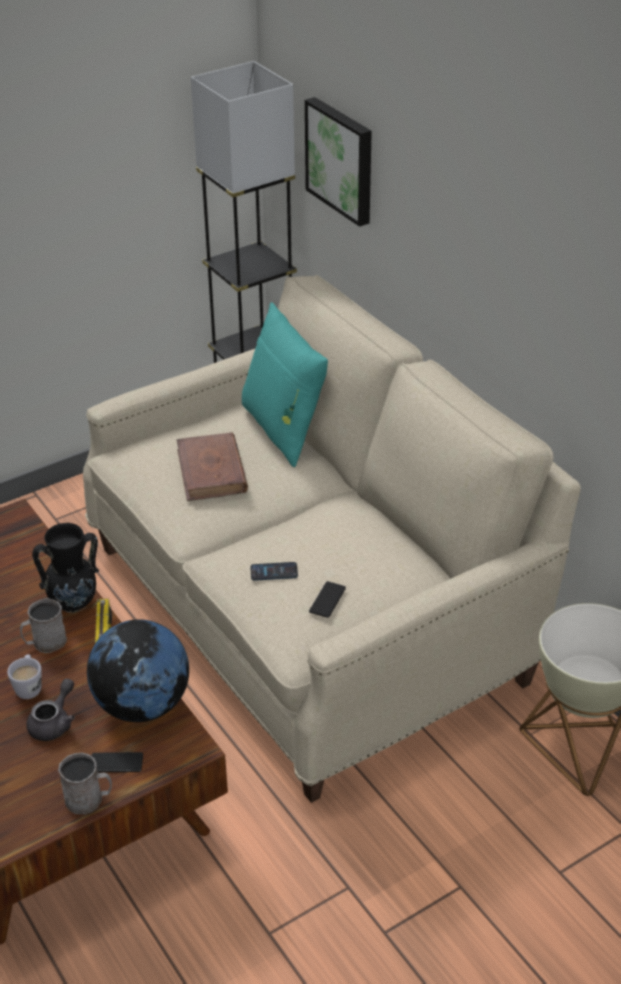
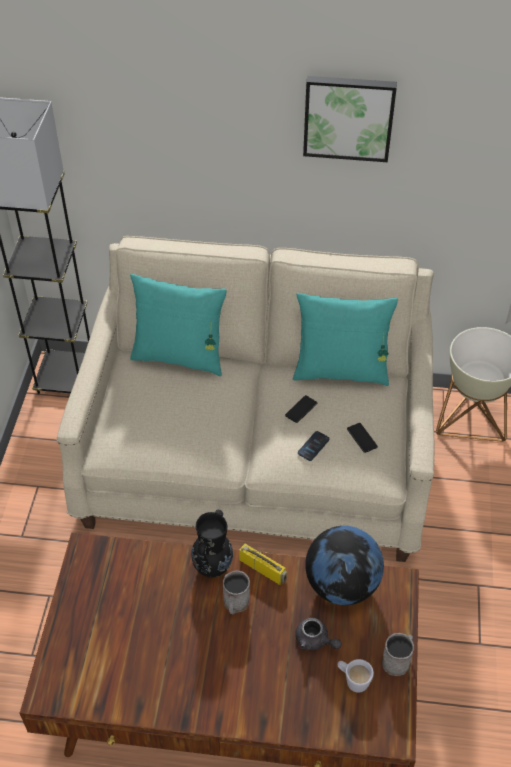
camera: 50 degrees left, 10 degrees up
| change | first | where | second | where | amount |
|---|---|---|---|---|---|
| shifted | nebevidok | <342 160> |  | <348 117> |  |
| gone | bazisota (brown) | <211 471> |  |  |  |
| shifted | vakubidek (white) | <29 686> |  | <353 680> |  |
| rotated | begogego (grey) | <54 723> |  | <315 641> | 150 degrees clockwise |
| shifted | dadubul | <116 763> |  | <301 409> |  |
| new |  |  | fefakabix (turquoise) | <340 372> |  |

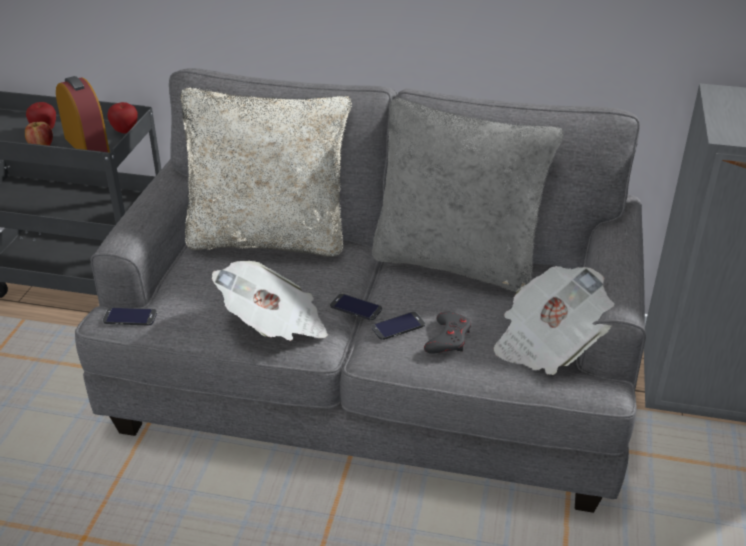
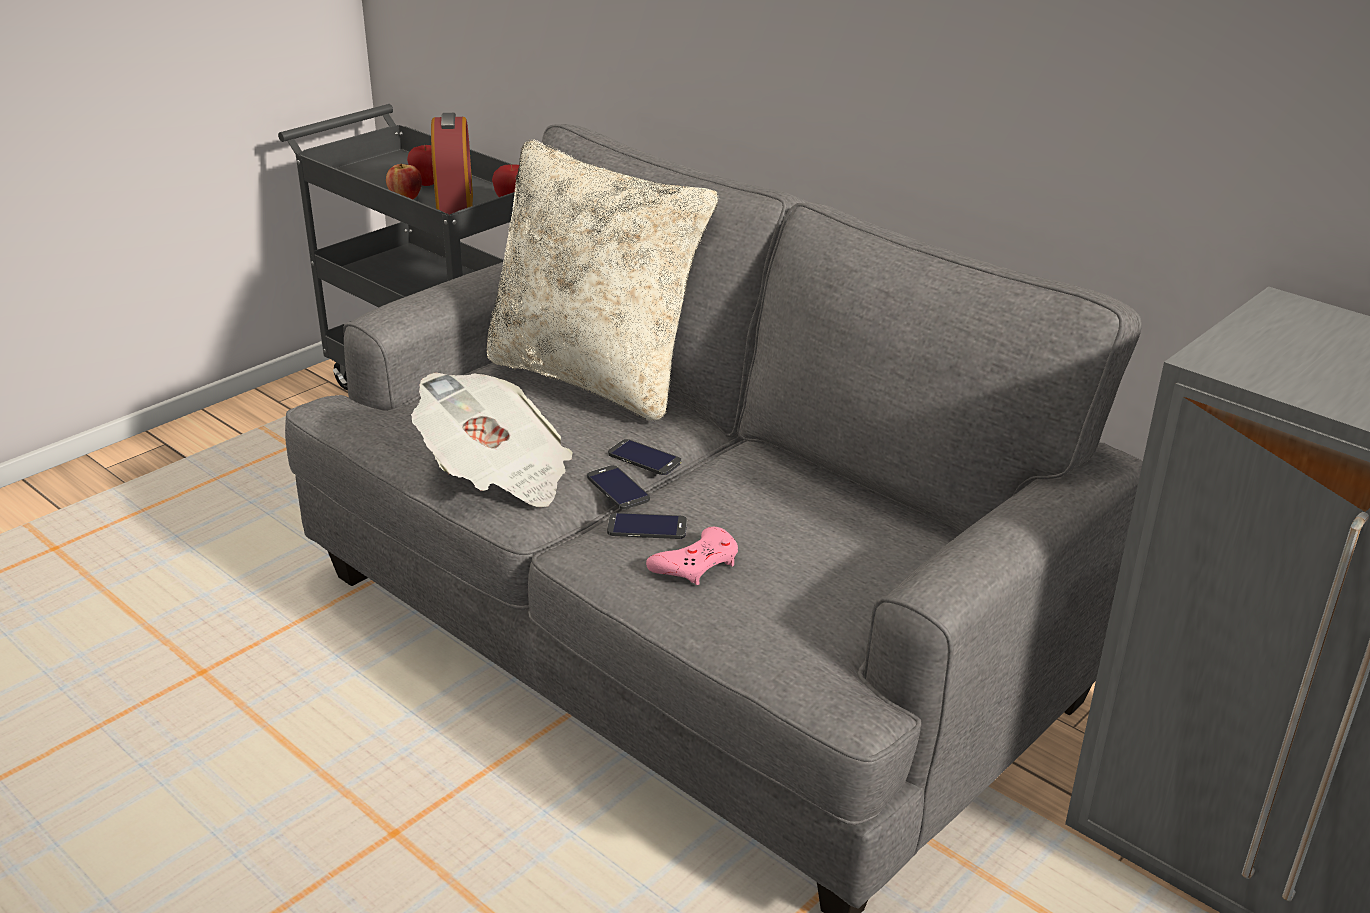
camera: 30 degrees right, 5 degrees down
| change | first | where | second | where | amount |
|---|---|---|---|---|---|
| gone | fefakabix (grey) | <456 266> |  |  |  |
| gone | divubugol | <547 342> |  |  |  |
| shifted | dadubul | <130 317> |  | <644 458> |  |
| repainted | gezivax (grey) | <448 338> | gezivax (pink) | <697 563> |  |

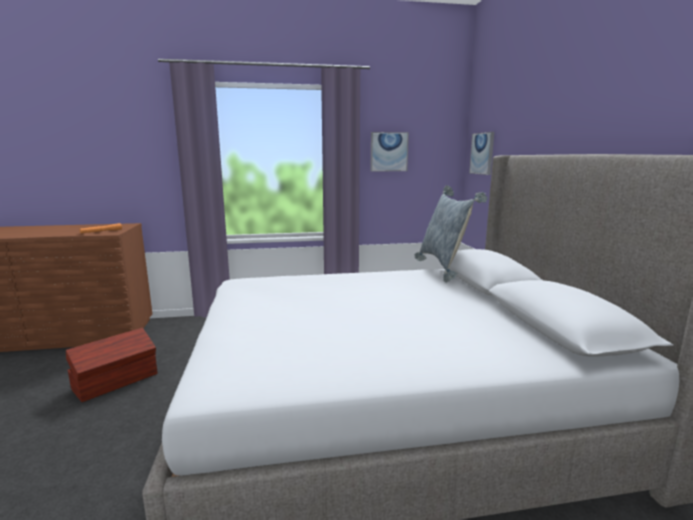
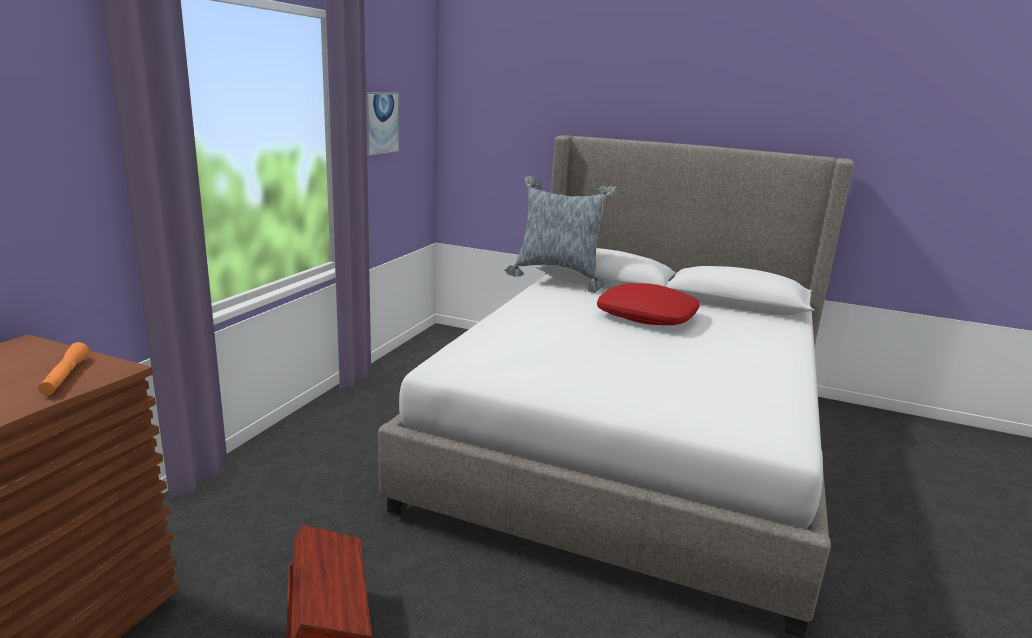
camera: 60 degrees left, 5 degrees up
| change | first | where | second | where | amount |
|---|---|---|---|---|---|
| gone | nebevidok | <482 153> |  |  |  |
| new |  |  | fefakabix (red) | <647 316> |  |

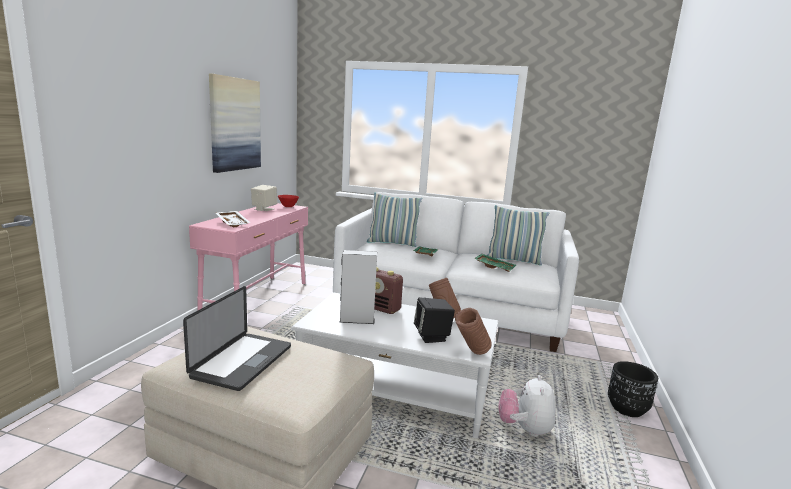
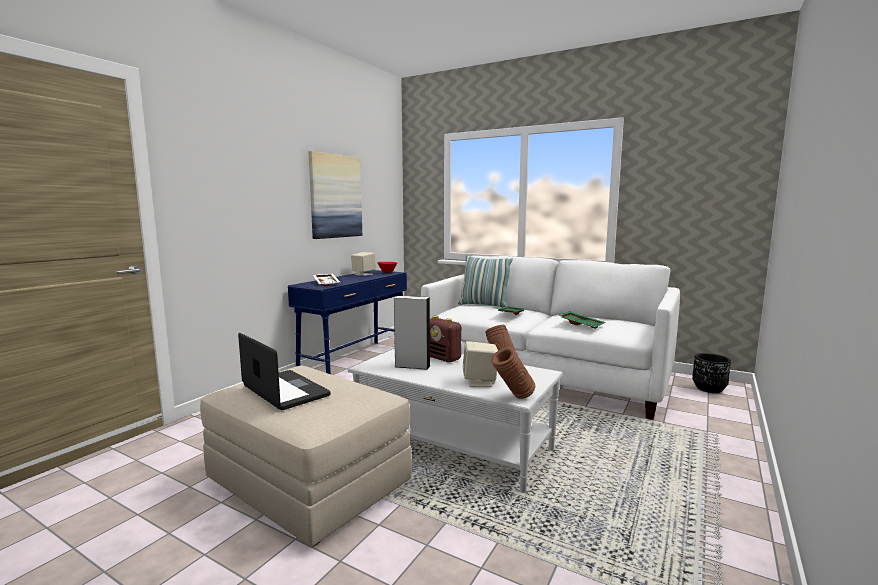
camera: 15 degrees right, 5 degrees down
| change | first | where | second | where | amount |
|---|---|---|---|---|---|
| repainted | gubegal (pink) | <258 300> | gubegal (blue) | <356 360> |  |
| gone | fefakabix | <513 260> |  |  |  |
| rotated | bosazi | <243 362> |  | <285 391> | 75 degrees counterclockwise |
| repainted | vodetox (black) | <432 336> | vodetox (beige) | <480 382> |  |
| shifted | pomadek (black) | <627 408> |  | <709 389> |  |
| gone | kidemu | <524 429> |  |  |  |

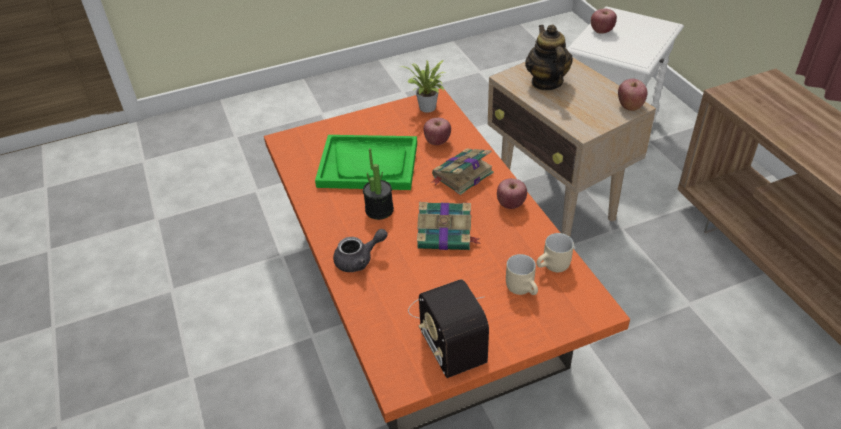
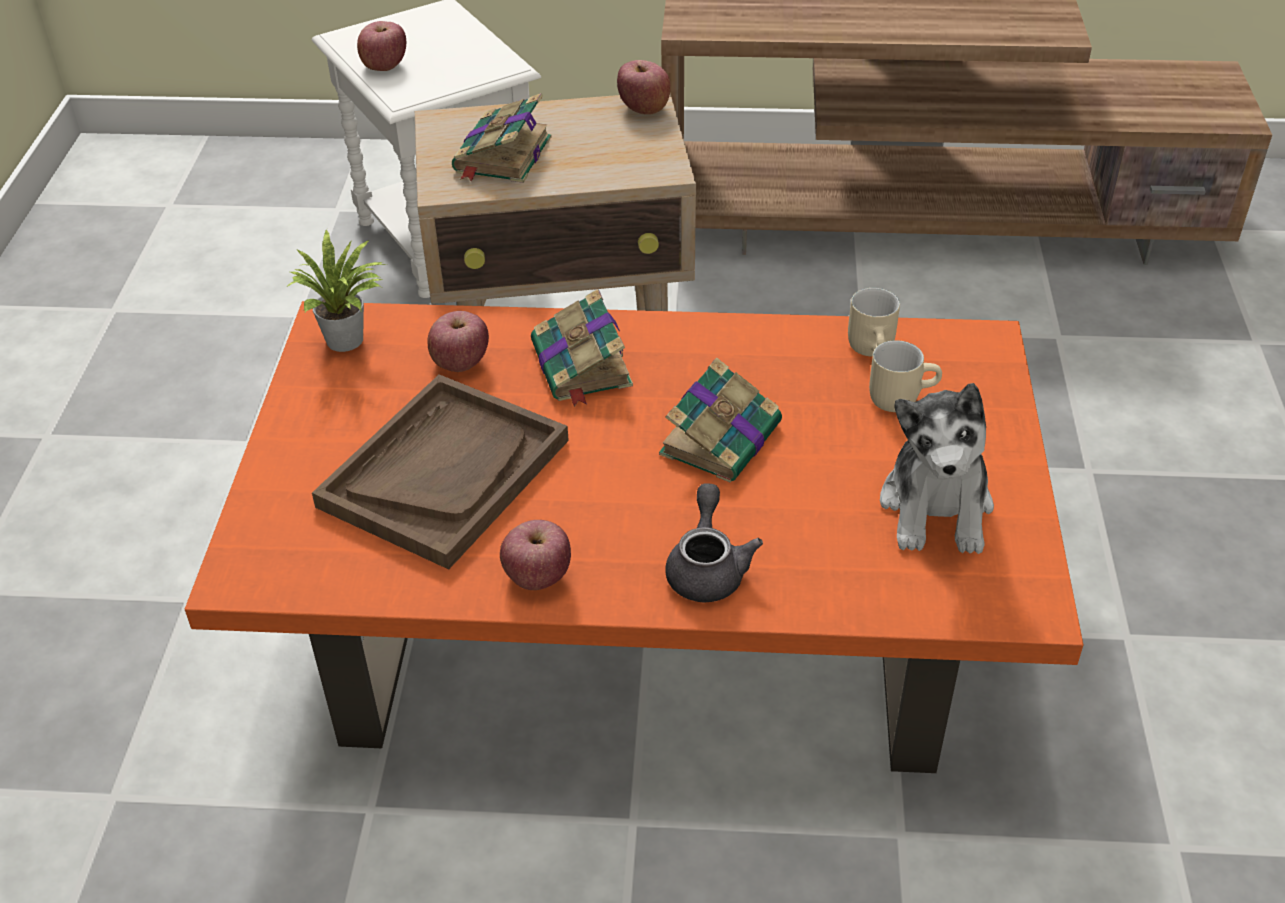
camera: 65 degrees left, 0 degrees up
| change | first | where | second | where | amount |
|---|---|---|---|---|---|
| swapped | begogego | <546 82> | bazisota | <502 156> |  |
| repainted | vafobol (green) | <368 164> | vafobol (brown) | <444 472> |  |
| gone | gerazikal | <379 210> |  |  |  |
| shifted | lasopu | <511 204> |  | <537 576> |  |
| swapped | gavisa | <448 327> | kidemu | <937 507> |  |

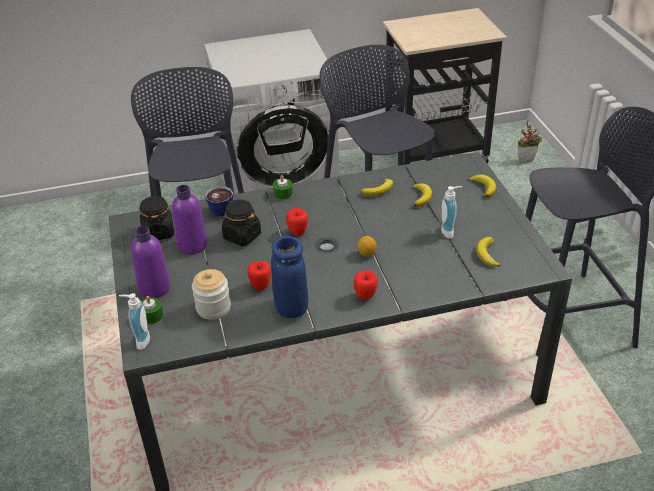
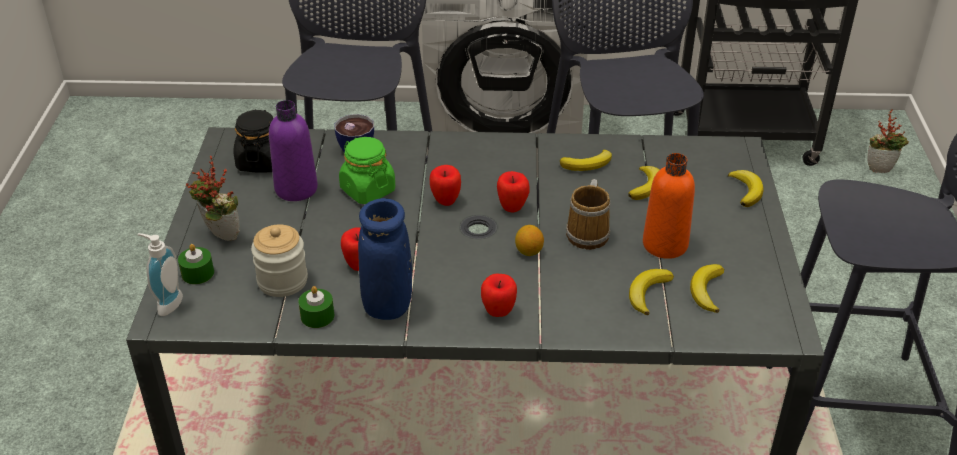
camera: 15 degrees right, 0 degrees up
| change | first | where | second | where | amount |
|---|---|---|---|---|---|
| shifted | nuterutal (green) | <283 194> |  | <317 316> |  |
| swapped | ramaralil | <449 231> | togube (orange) | <665 244> |  |
| repainted | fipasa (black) | <242 236> | fipasa (green) | <367 190> |  |
| swapped | togube (purple) | <154 288> | gerazikal | <219 236> |  |
| new |  |  | lasopu | <512 207> |  |
| new |  |  | vakubidek | <589 233> |  |
| new |  |  | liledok | <647 293> |  |

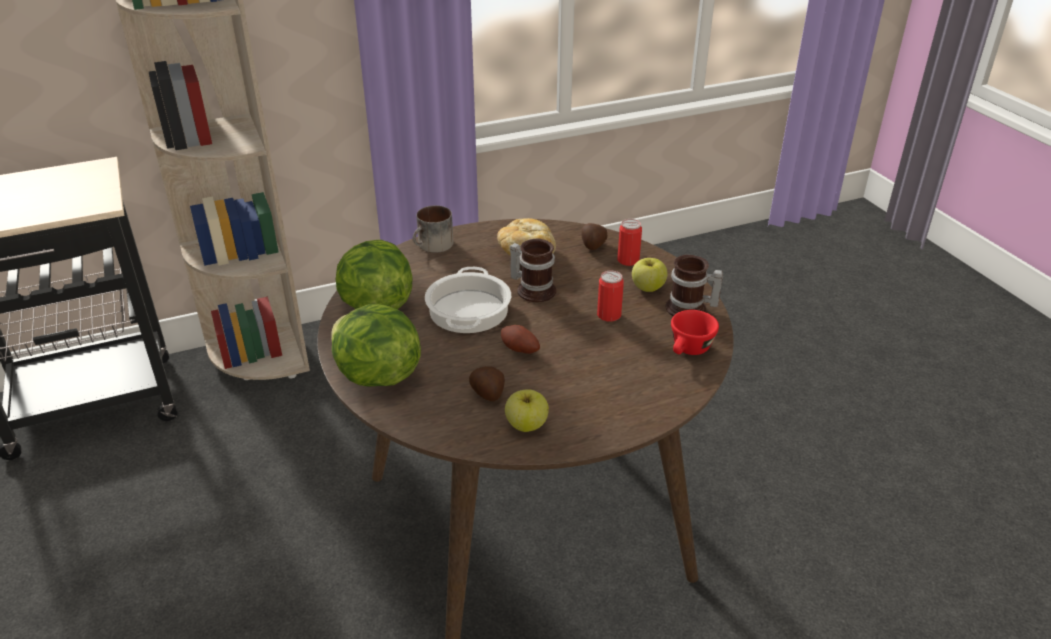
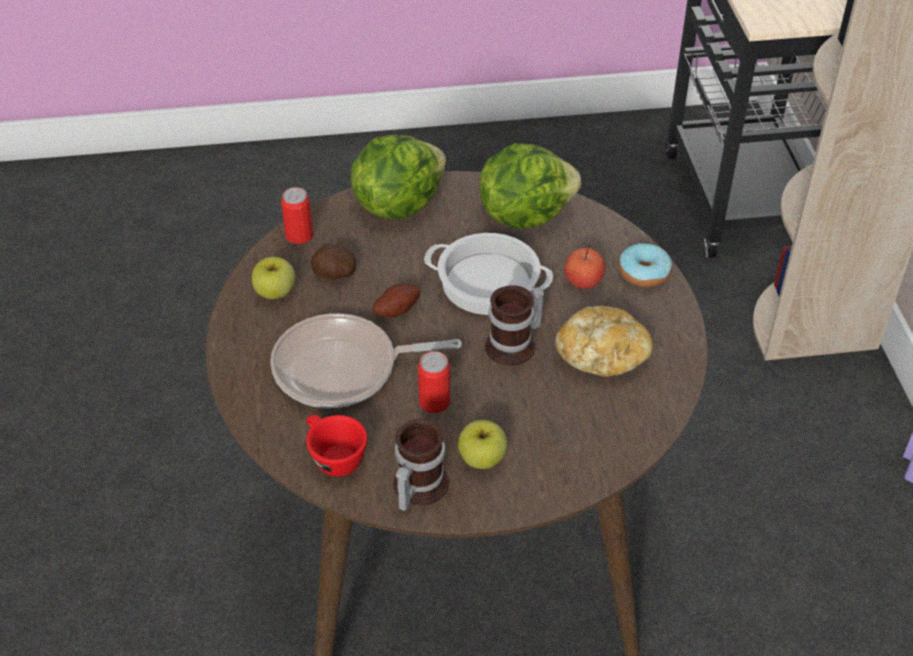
camera: 105 degrees right, 10 degrees up
| change | first | where | second | where | amount |
|---|---|---|---|---|---|
| swapped | vakubidek | <433 246> | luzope | <644 273> |  |
| shifted | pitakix | <628 260> |  | <299 235> |  |
| gone | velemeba | <593 246> |  |  |  |
| new |  |  | lasopu | <583 281> |  |
| new |  |  | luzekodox | <343 369> |  |

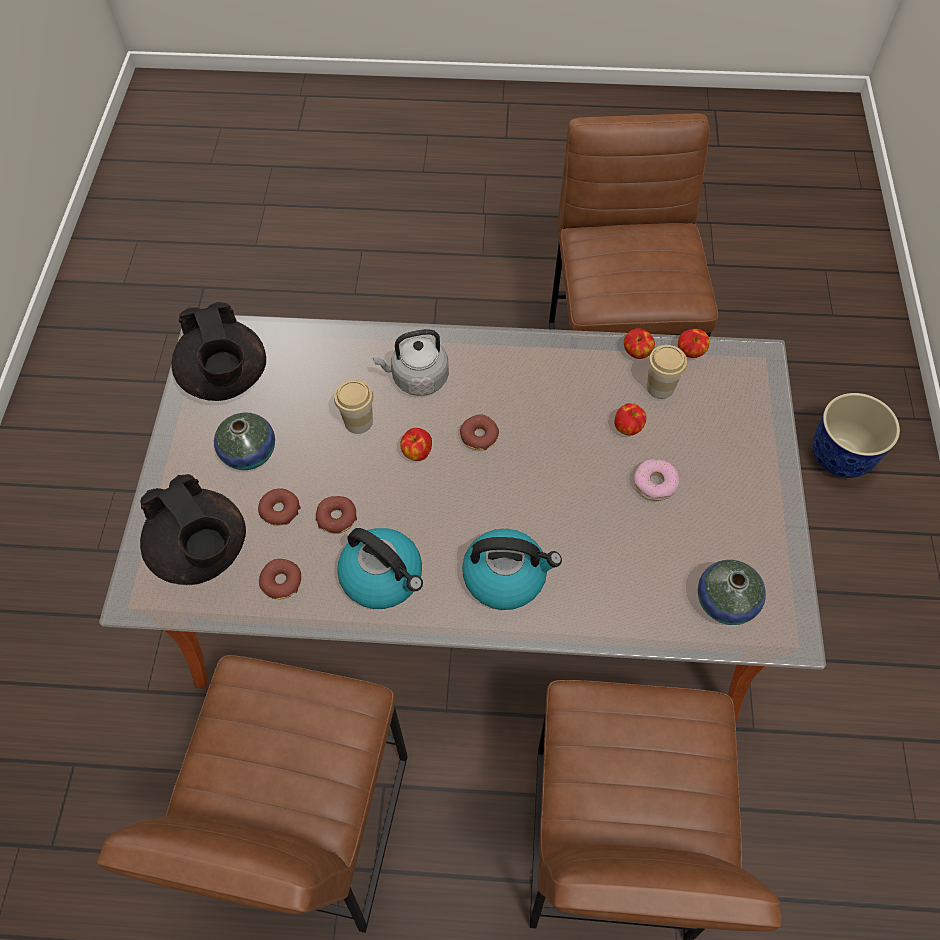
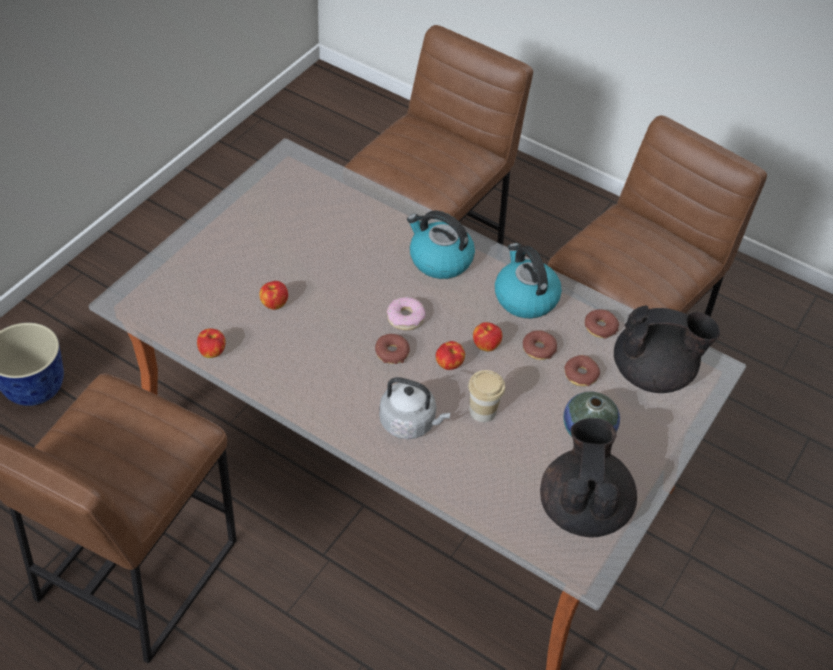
camera: 155 degrees left, 10 degrees down
| change | first | where | second | where | amount |
|---|---|---|---|---|---|
| shifted | lasopu | <690 352> |  | <486 345> |  |
| gone | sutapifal | <660 387> |  |  |  |
| shifted | luzope | <654 483> |  | <405 318> |  |
| rotated | begogego (black) | <203 552> |  | <653 373> | 105 degrees clockwise |
| gone | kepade | <725 601> |  |  |  |

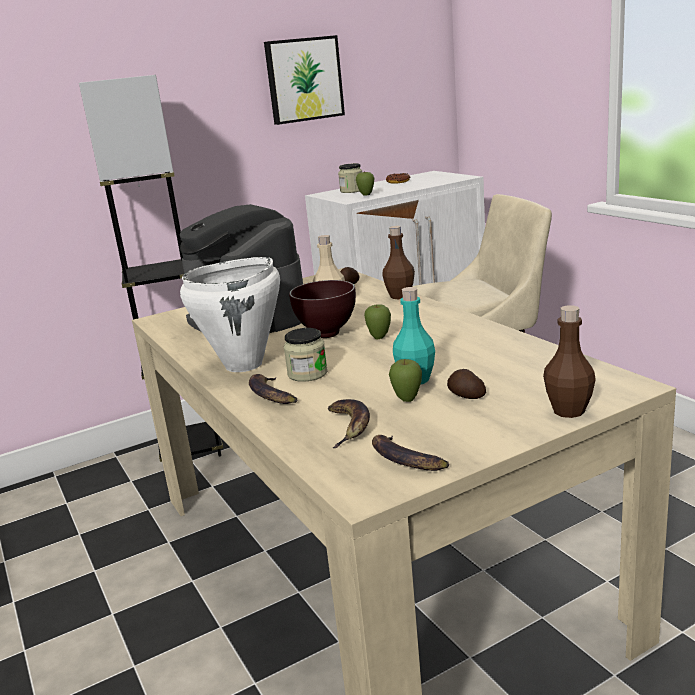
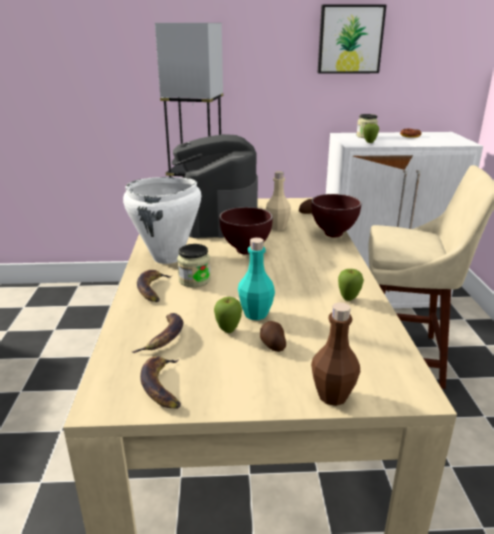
camera: 25 degrees right, 5 degrees up
| change | first | where | second | where | amount |
|---|---|---|---|---|---|
| swapped | togube (brown) | <400 296> | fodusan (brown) | <333 234> |  |
| shifted | lasopu | <379 338> |  | <348 299> |  |

